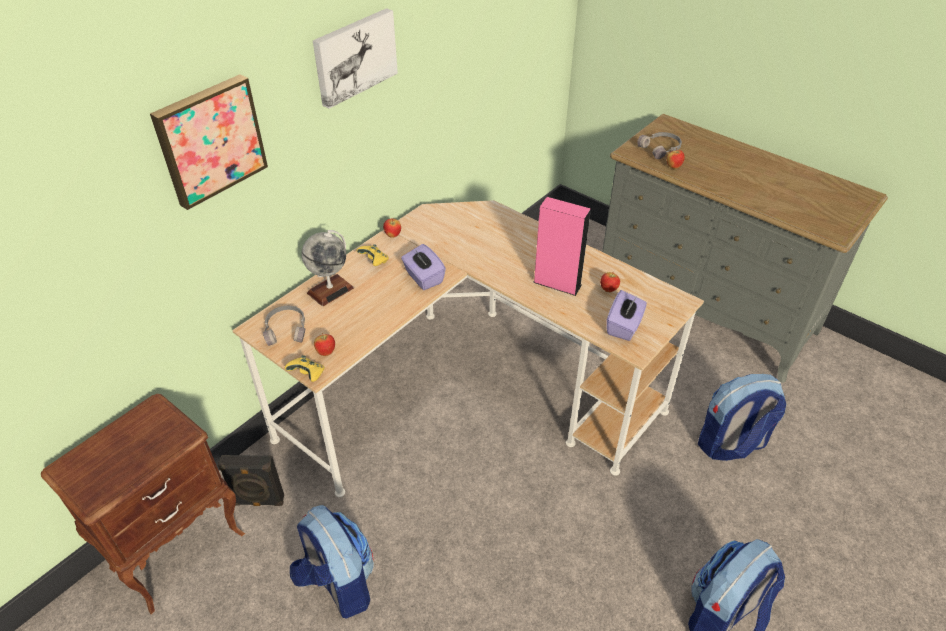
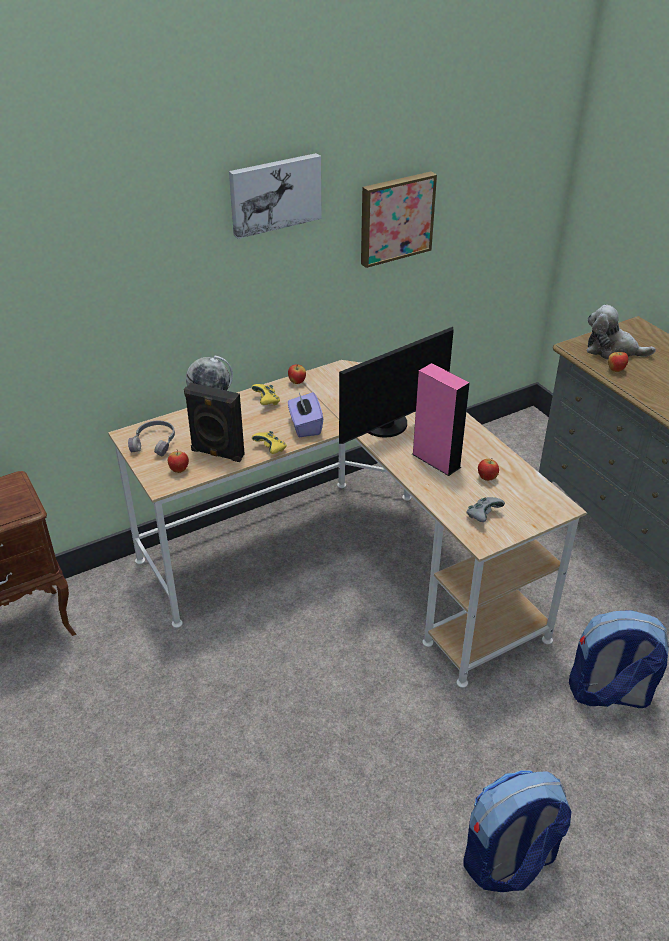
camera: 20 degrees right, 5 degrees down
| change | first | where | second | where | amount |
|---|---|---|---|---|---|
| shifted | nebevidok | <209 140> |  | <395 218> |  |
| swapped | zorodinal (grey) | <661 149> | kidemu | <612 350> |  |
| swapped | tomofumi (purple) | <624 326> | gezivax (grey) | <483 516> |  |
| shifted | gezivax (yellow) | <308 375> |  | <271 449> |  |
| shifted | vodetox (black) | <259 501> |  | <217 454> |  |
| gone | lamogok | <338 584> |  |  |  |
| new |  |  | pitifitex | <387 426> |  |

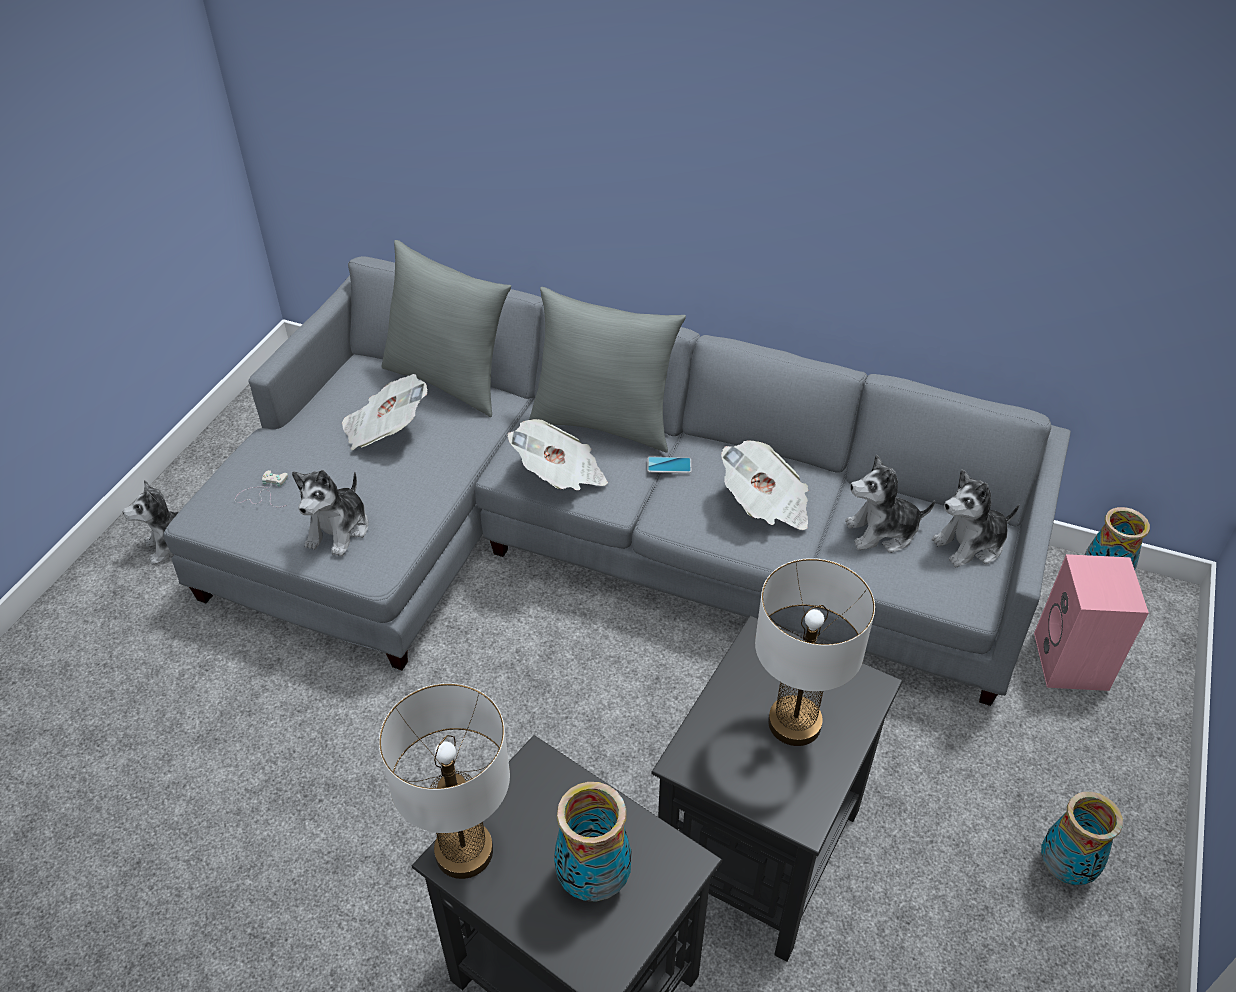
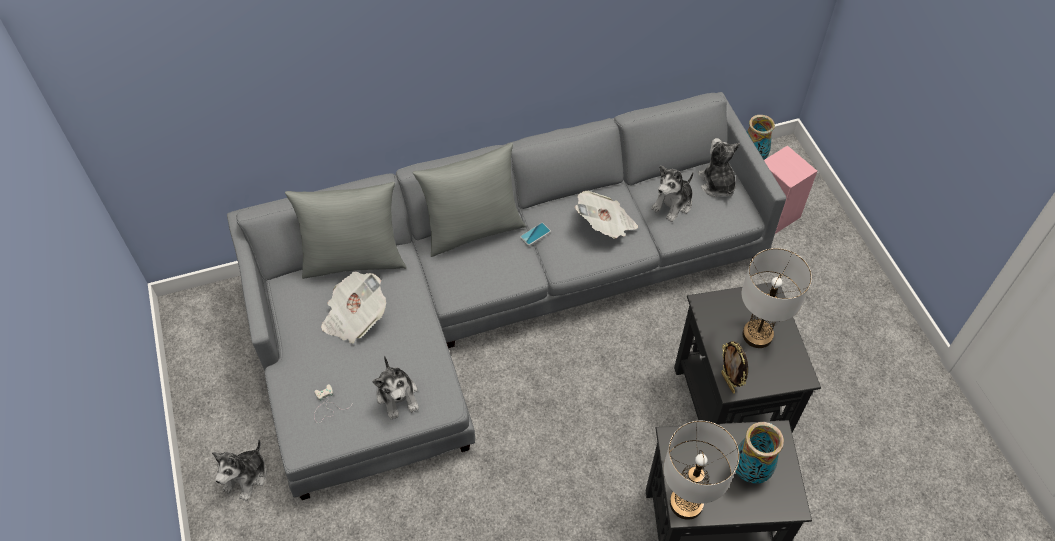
camera: 40 degrees left, 10 degrees up
| change | first | where | second | where | amount |
|---|---|---|---|---|---|
| gone | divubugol | <560 475> |  |  |  |
| rotated | kidemu | <970 544> |  | <717 184> | 135 degrees clockwise |
| gone | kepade | <1065 867> |  |  |  |
| new |  |  | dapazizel | <728 382> |  |

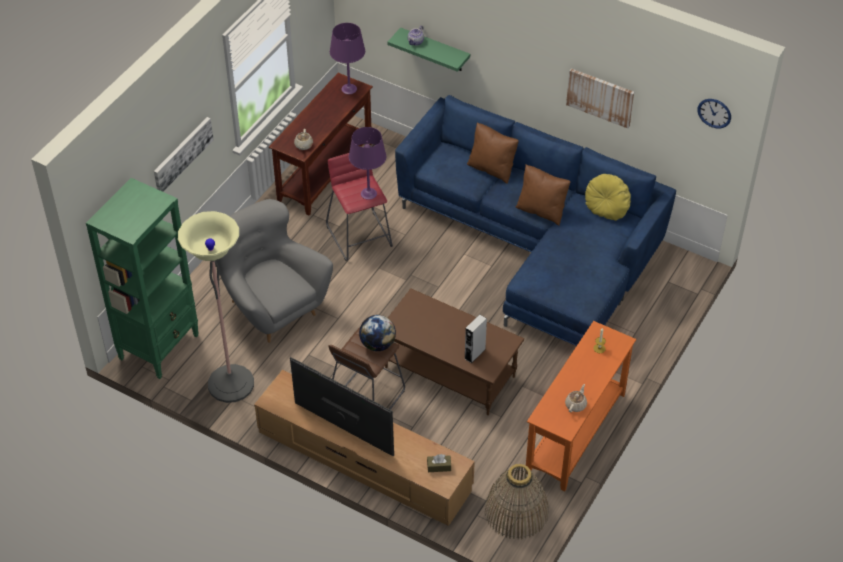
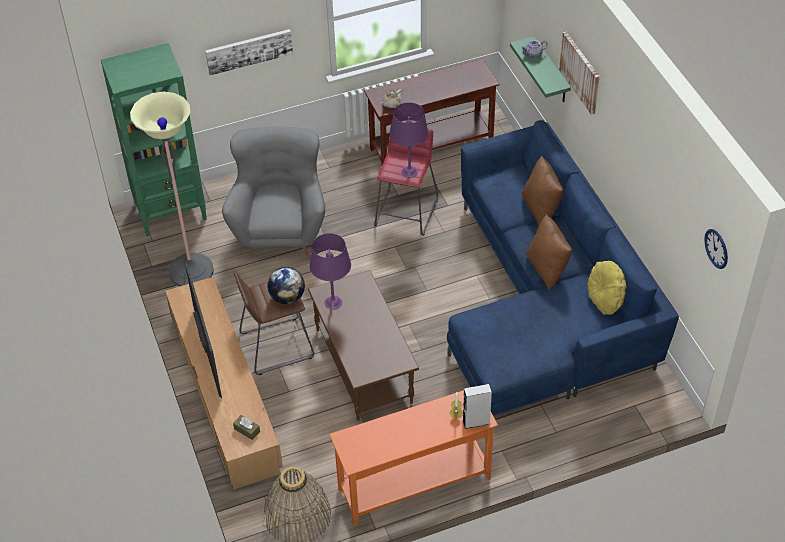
camera: 40 degrees right, 0 degrees up
| change | first | where | second | where | amount |
|---|---|---|---|---|---|
| shifted | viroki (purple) | <348 89> |  | <333 302> |  |
| shifted | nebevidok | <600 97> |  | <580 72> |  |
| shifted | vodetox (grey) | <474 354> |  | <476 422> |  |
| gone | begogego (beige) | <576 404> |  |  |  |

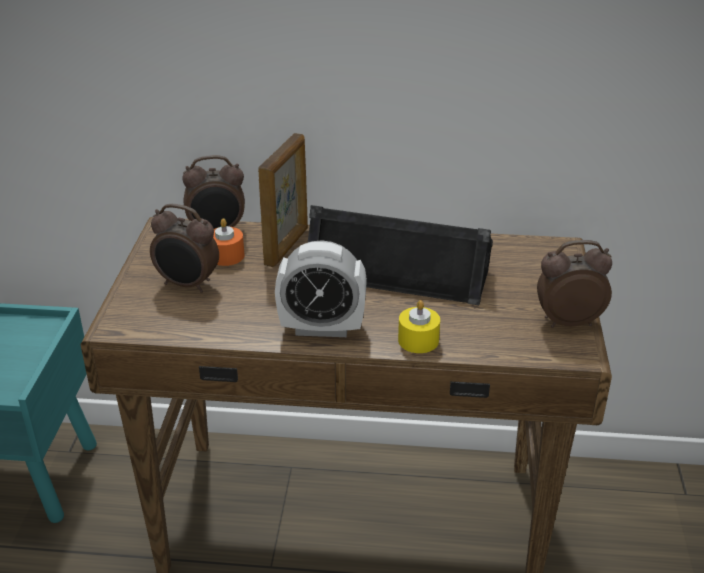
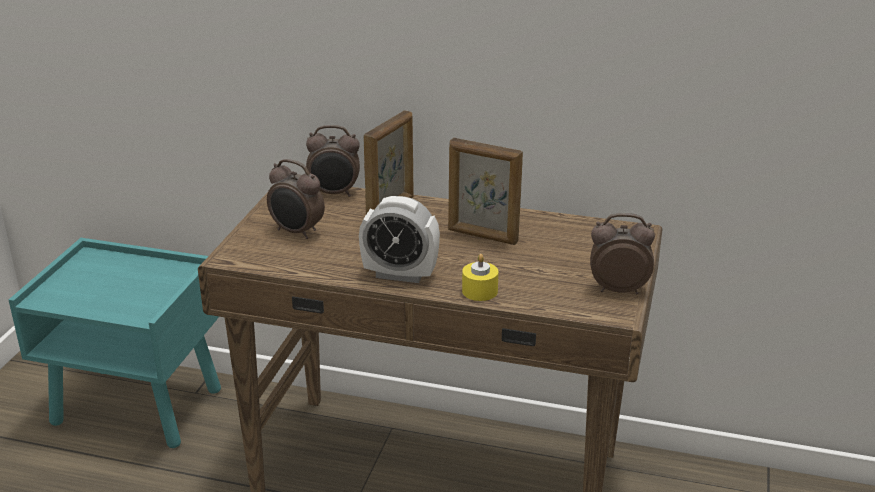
camera: 10 degrees right, 5 degrees down
| change | first | where | second | where | amount |
|---|---|---|---|---|---|
| swapped | vodetox (black) | <398 269> | dapazizel | <482 236> |  |
| gone | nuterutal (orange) | <226 256> |  |  |  |

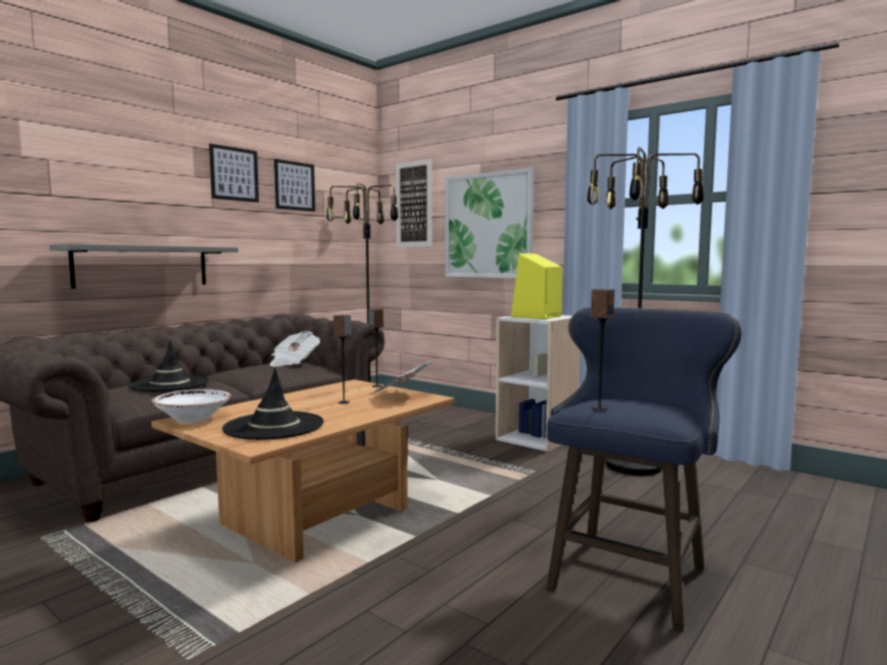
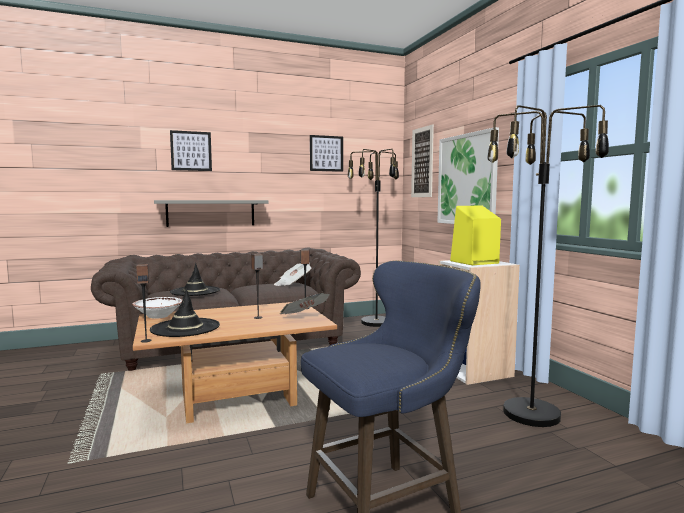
camera: 30 degrees right, 0 degrees up
| change | first | where | second | where | amount |
|---|---|---|---|---|---|
| shifted | nebevidok | <234 174> |  | <191 151> |  |
| shifted | vodetox | <599 408> |  | <146 341> |  |

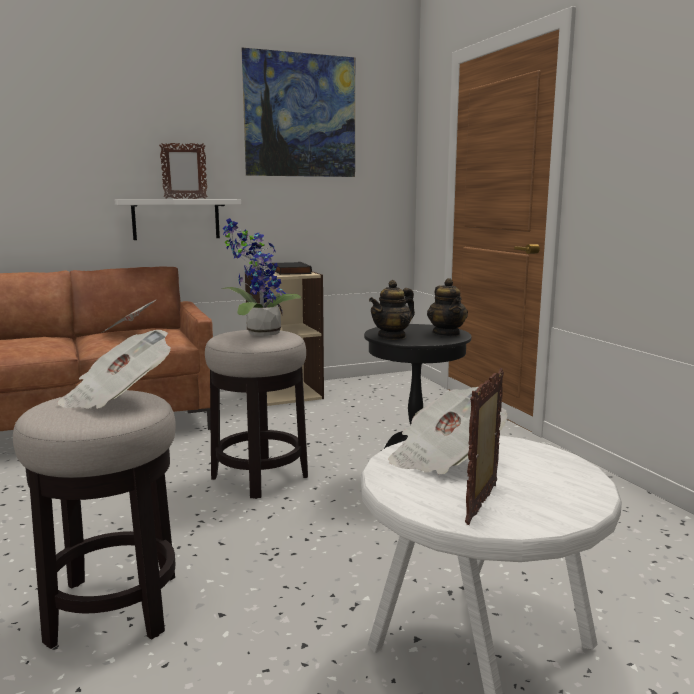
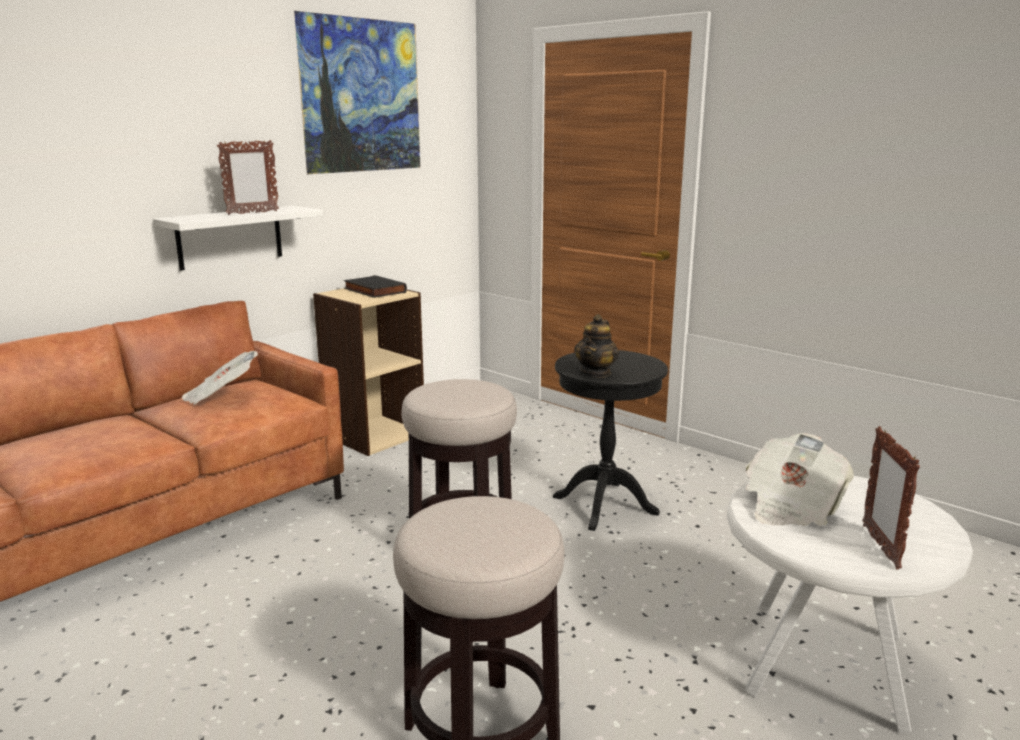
camera: 25 degrees left, 5 degrees up
| change | first | where | second | where | amount |
|---|---|---|---|---|---|
| gone | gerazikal | <259 333> |  |  |  |
| gone | begogego | <446 334> |  |  |  |
| gone | divubugol | <117 397> |  |  |  |

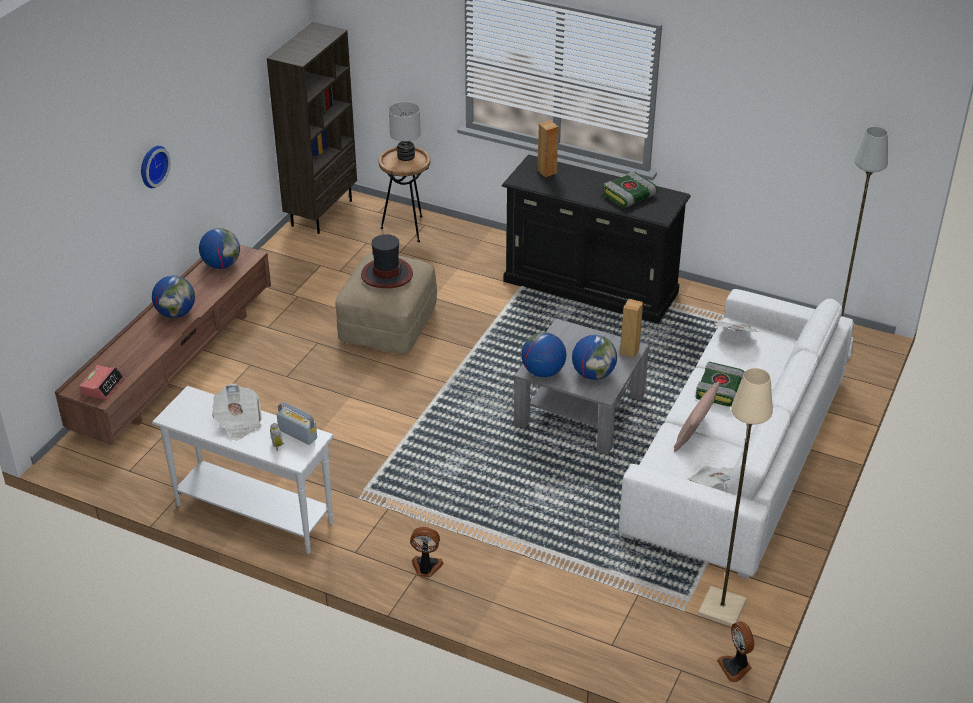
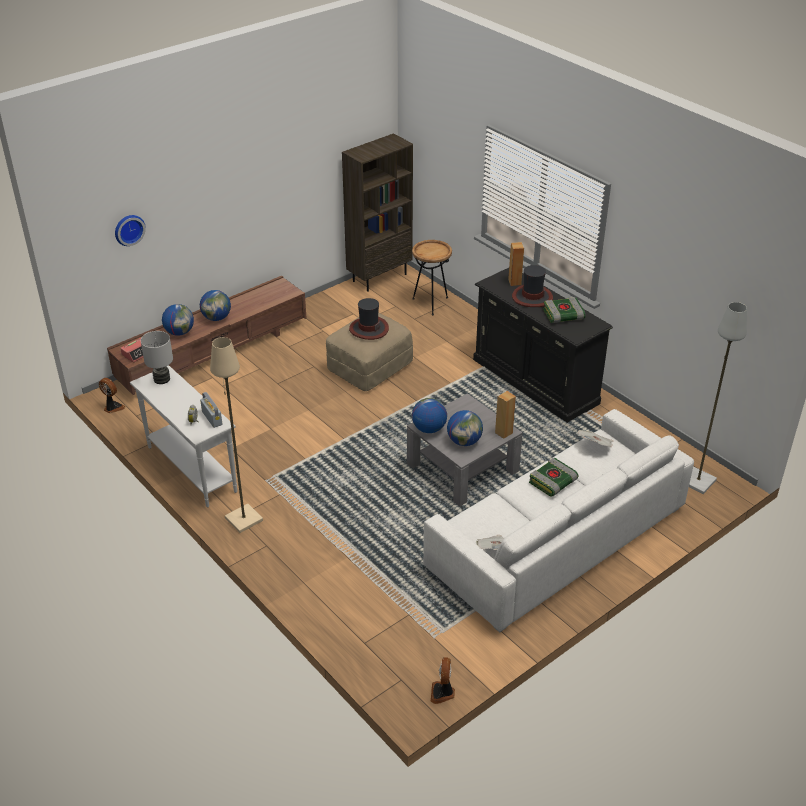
camera: 25 degrees right, 0 degrees up
| change | first | where | second | where | amount |
|---|---|---|---|---|---|
| shifted | viroki (grey) | <406 156> |  | <161 379> |  |
| shifted | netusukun | <152 166> |  | <128 229> |  |
| shifted | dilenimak | <221 265> |  | <179 332> |  |
| shifted | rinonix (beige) | <722 609> |  | <244 520> |  |
| gone | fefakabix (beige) | <694 433> |  |  |  |
| gone | divubugol | <238 422> |  |  |  |
| shifted | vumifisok | <426 567> |  | <113 407> |  |
| new |  |  | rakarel | <532 297> |  |

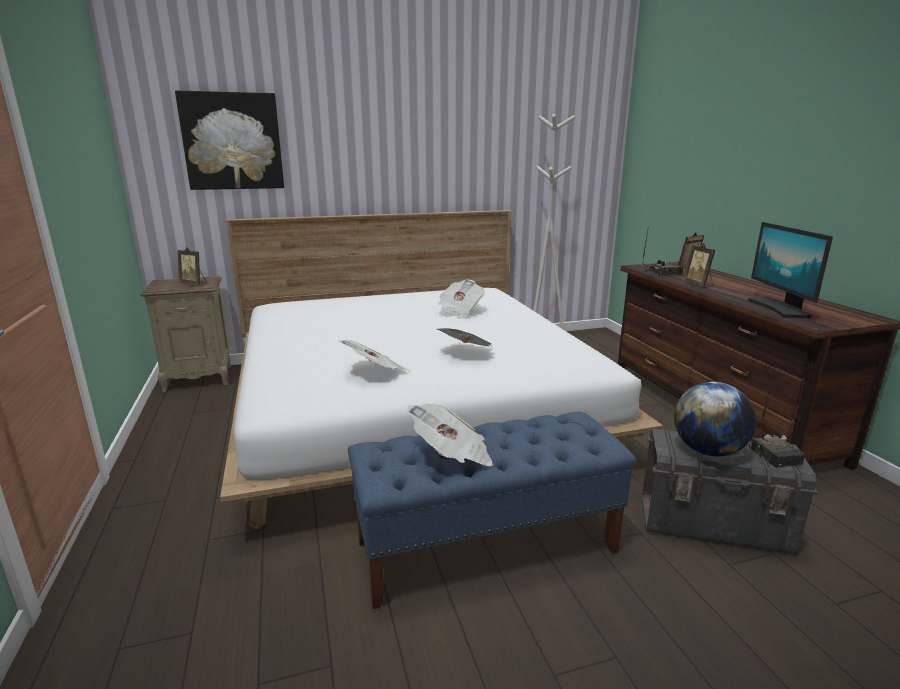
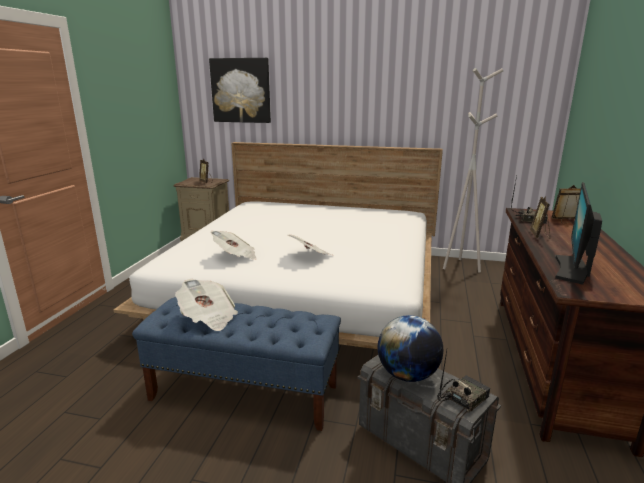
camera: 30 degrees right, 0 degrees up
| change | first | where | second | where | amount |
|---|---|---|---|---|---|
| gone | divubugol | <458 311> |  |  |  |
| rotated | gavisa | <776 455> |  | <462 397> | 150 degrees counterclockwise |

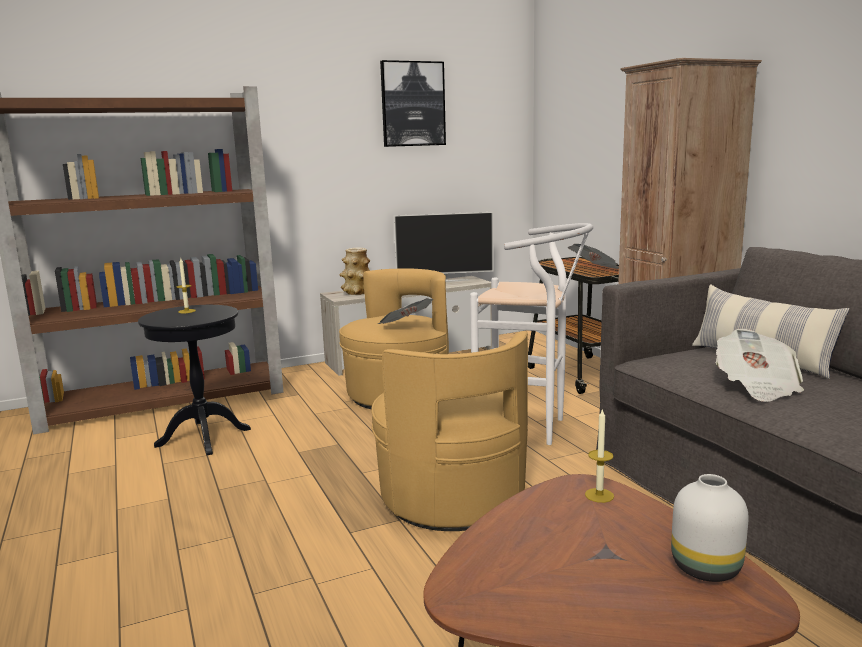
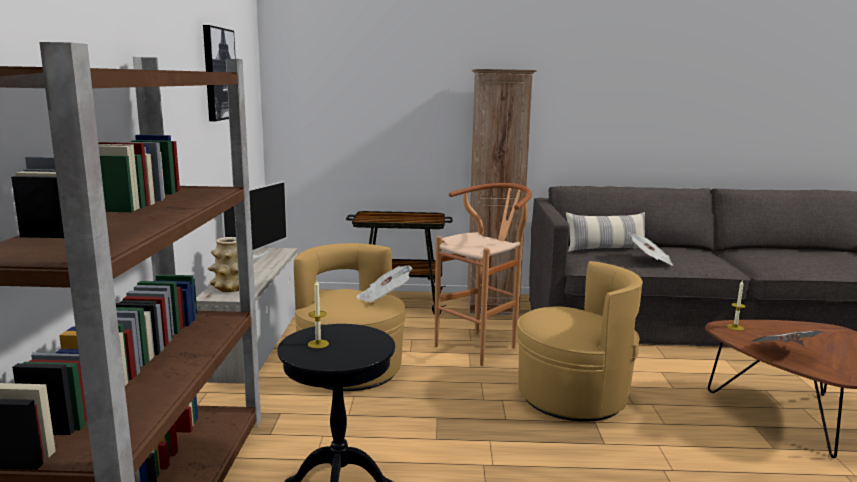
camera: 65 degrees left, 0 degrees up
| change | first | where | second | where | amount |
|---|---|---|---|---|---|
| repainted | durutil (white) | <529 429> | durutil (brown) | <482 345> |  |
| shifted | divubugol | <595 271> |  | <782 352> |  |
| gone | kepade (white) | <704 569> |  |  |  |

